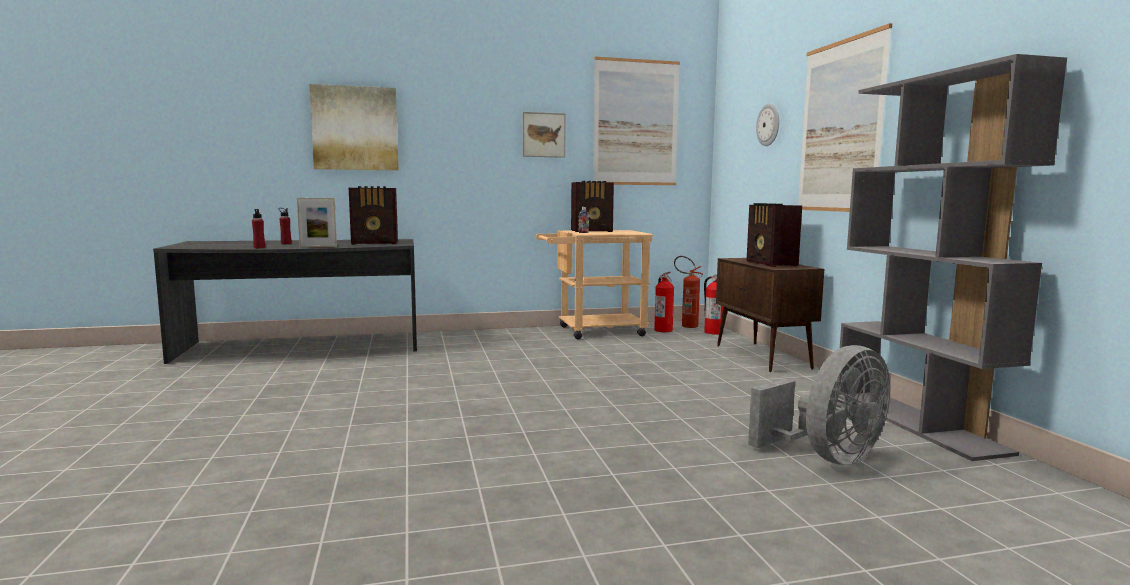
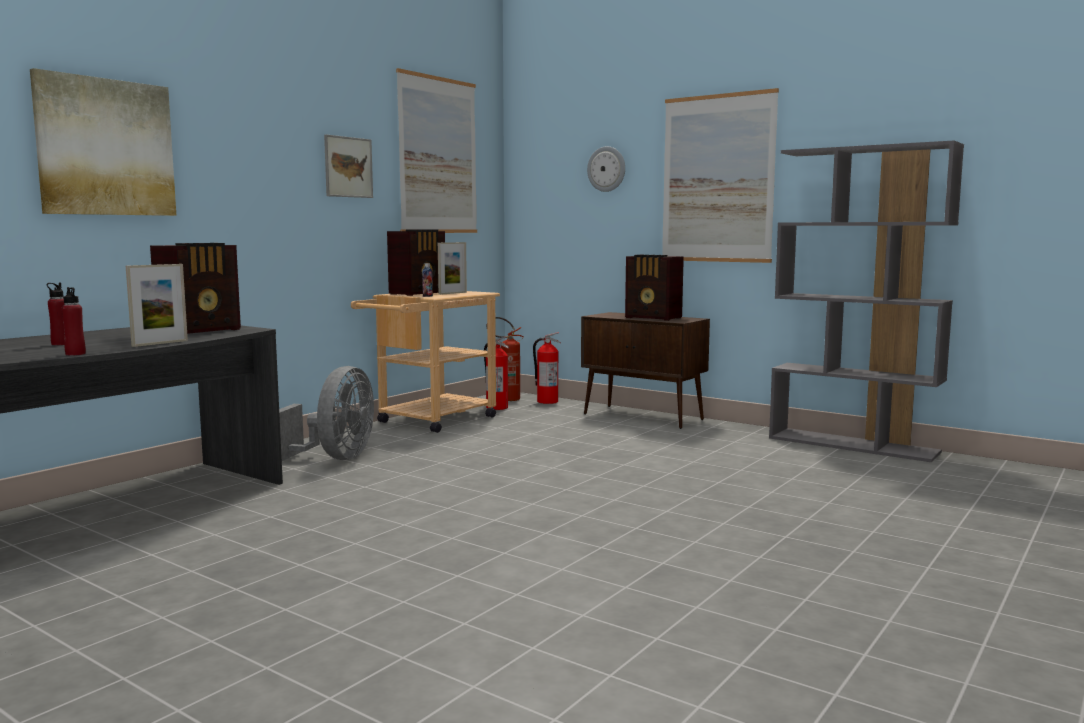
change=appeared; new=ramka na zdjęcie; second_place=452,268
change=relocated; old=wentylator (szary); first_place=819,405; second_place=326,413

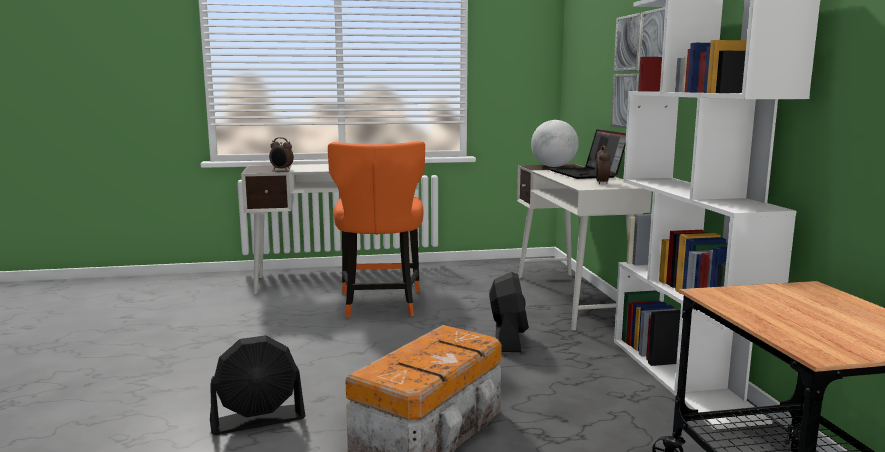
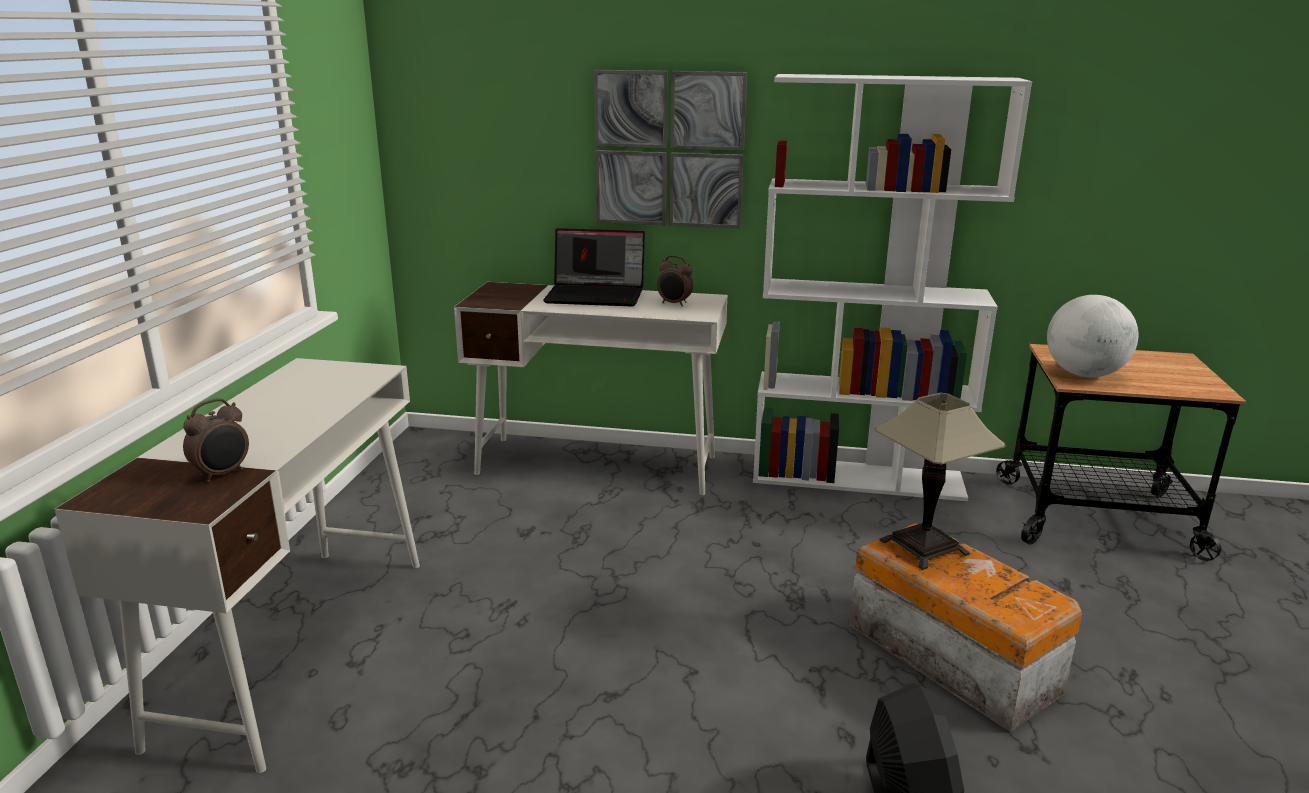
change=missing; old=krzesło (pomarańczowy); first_place=376,229
change=missing; old=wentylator (czarny); first_place=509,312
change=appeared; new=lampa stołowa; second_place=940,481
change=relocated; old=globus; first_place=555,143; second_place=1092,336

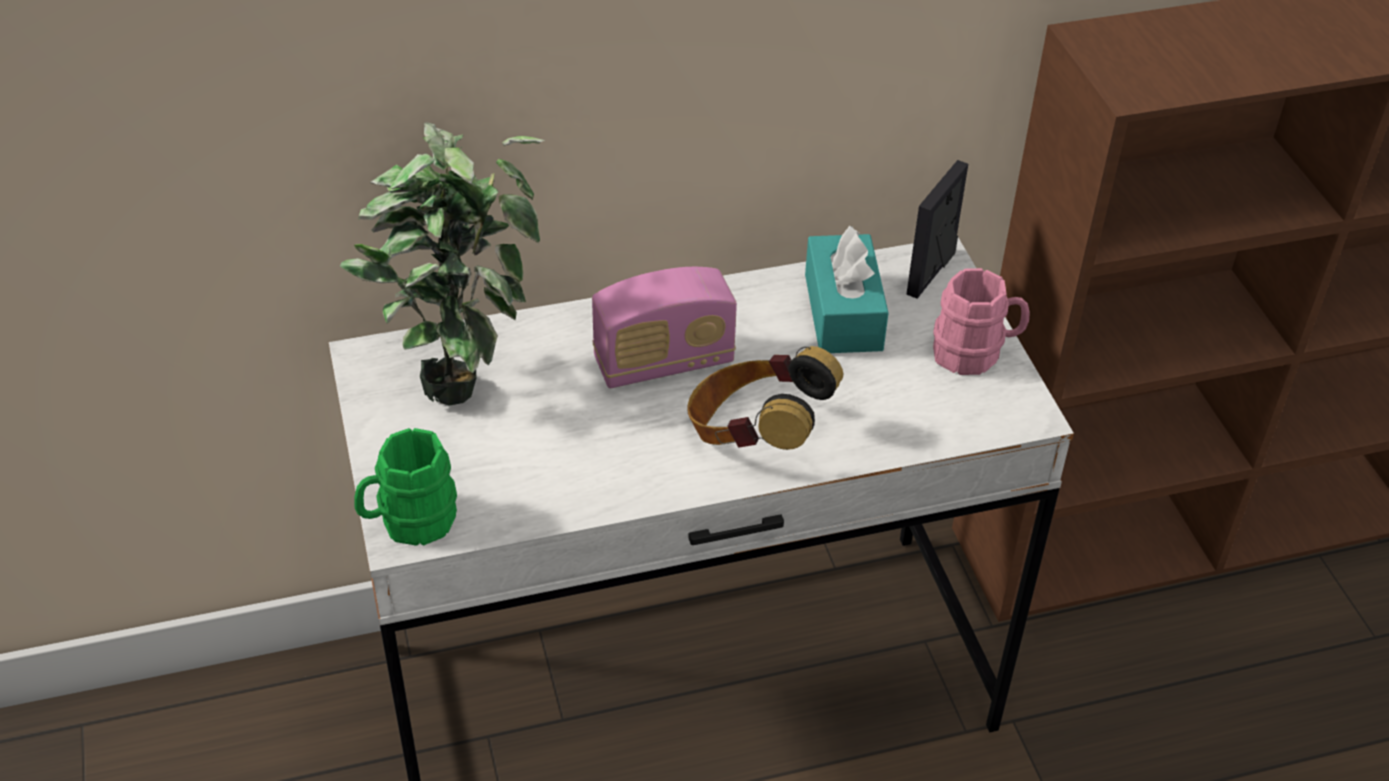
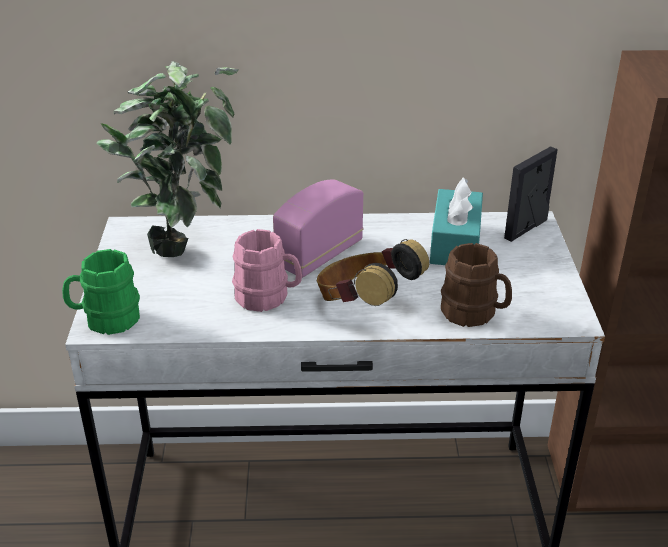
change=appeared; new=kubek (brązowy); second_place=476,285
change=relocated; old=kubek (różowy); first_place=981,321; second_place=267,270
change=spun; old=radio; first_place=664,327; second_place=318,228; degrees=135

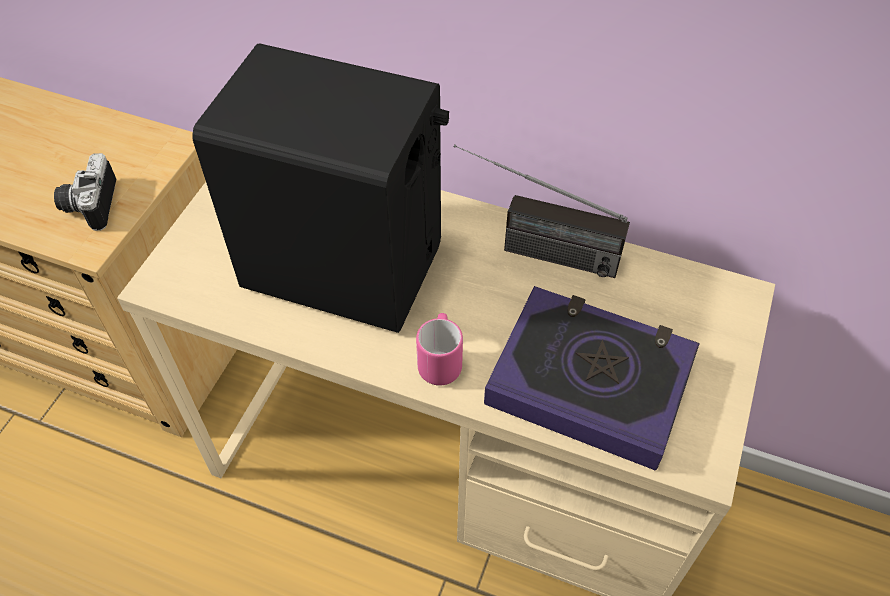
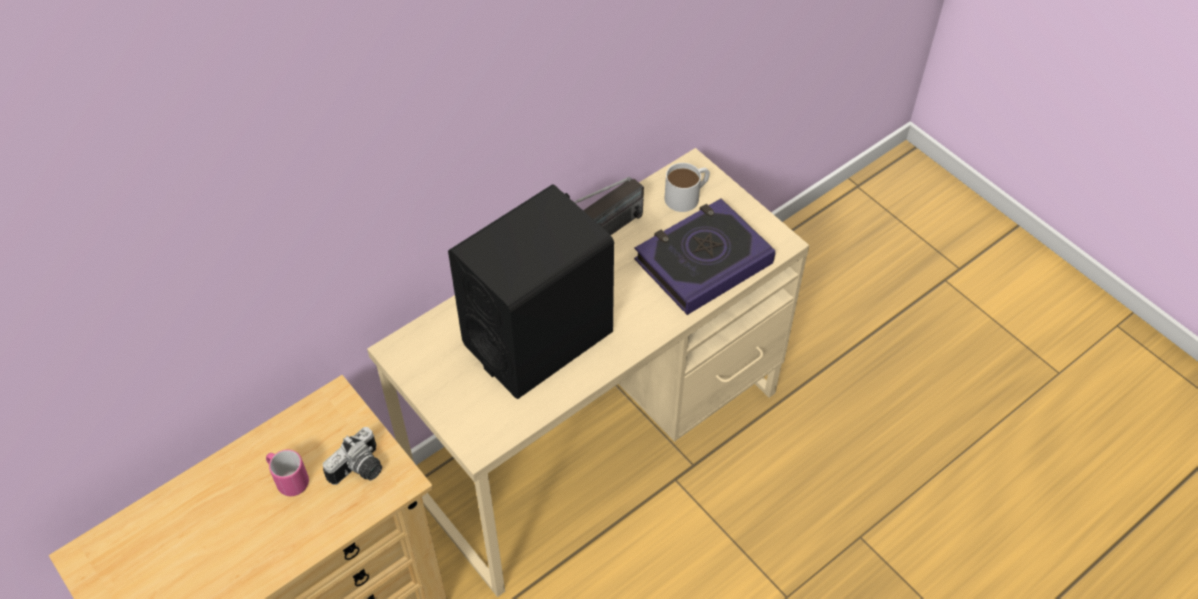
change=appeared; new=kubek (biały); second_place=687,187
change=relocated; old=kubek (różowy); first_place=439,349; second_place=287,473
change=spun; old=aparat fotograficzny; first_place=85,192; second_place=352,456; degrees=-75

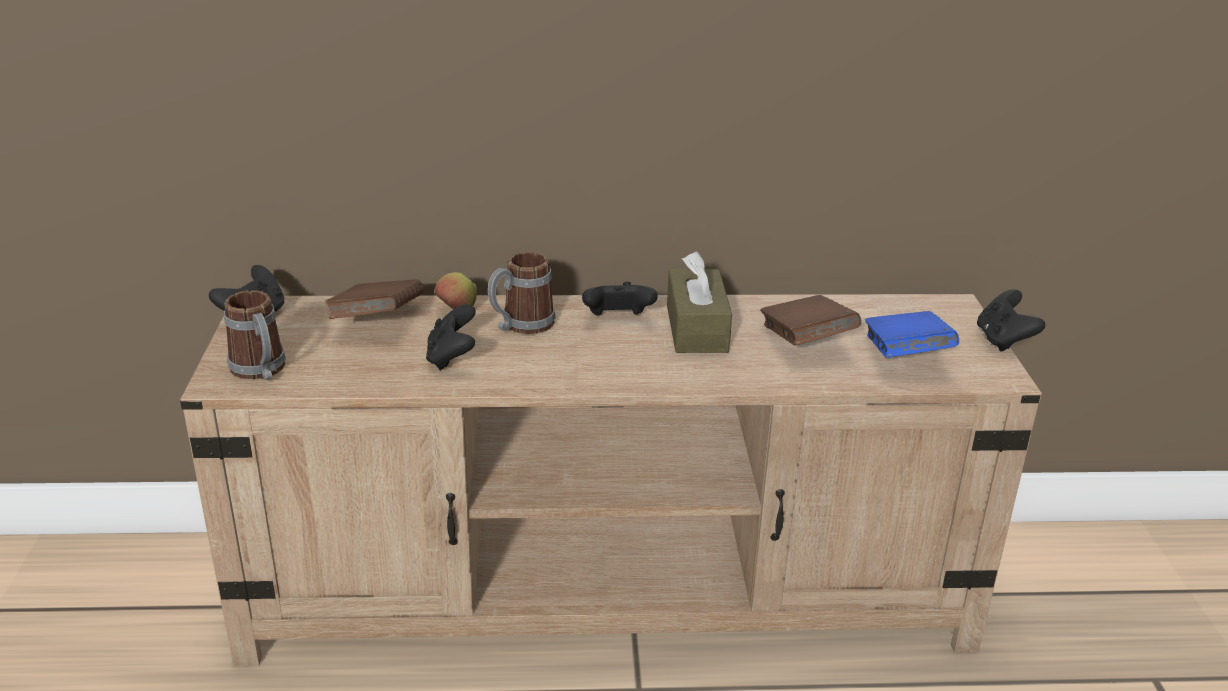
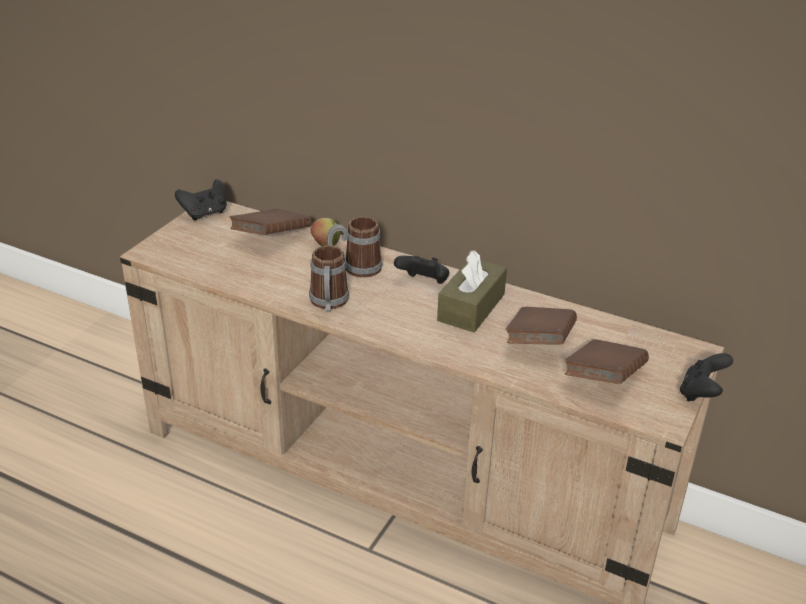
change=missing; old=pad do gier (czarny); first_place=451,337
change=relocated; old=kubek; first_place=255,335; second_place=329,278
change=colour; old=książka (niebieski); new=książka (brązowy); first_place=912,334; second_place=607,361

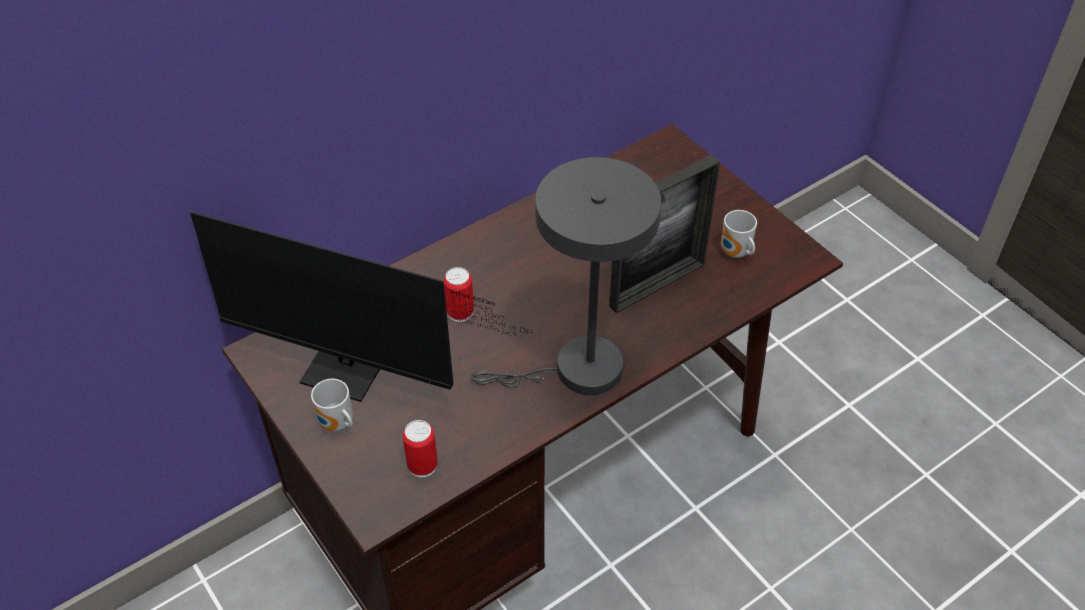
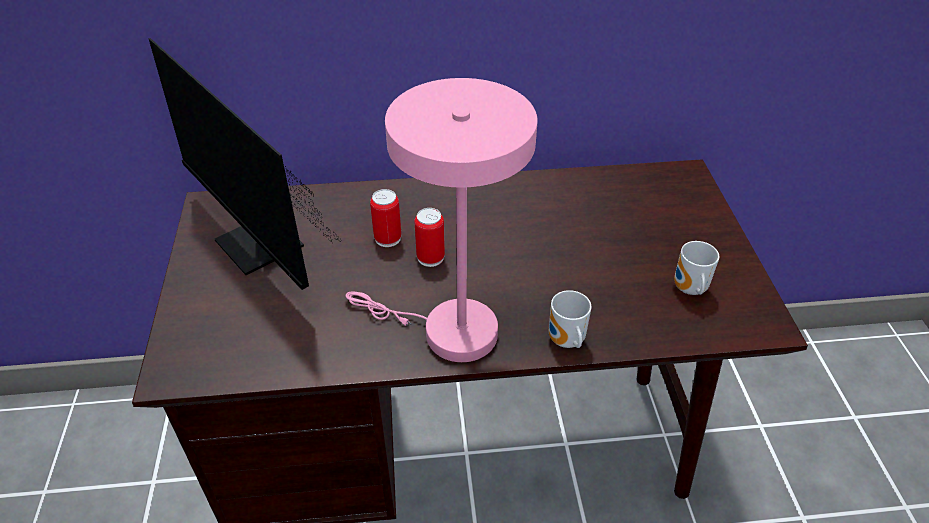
change=missing; old=ramka na zdjęcie; first_place=664,233
change=relocated; old=kubek; first_place=332,405; second_place=570,319
change=relocated; old=puszka; first_place=420,449; second_place=429,237
change=colour; old=lampa stołowa (szary); new=lampa stołowa (różowy); first_place=566,276; second_place=441,220

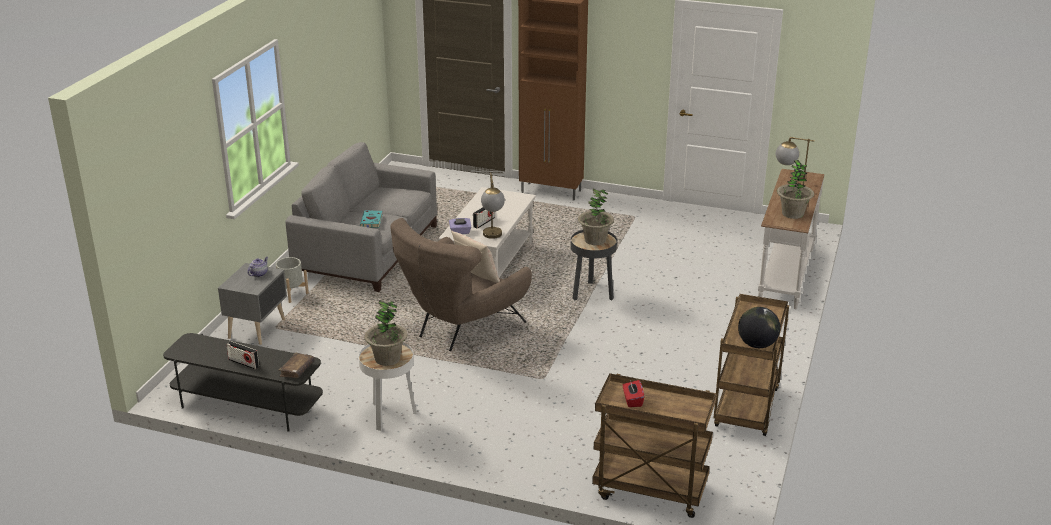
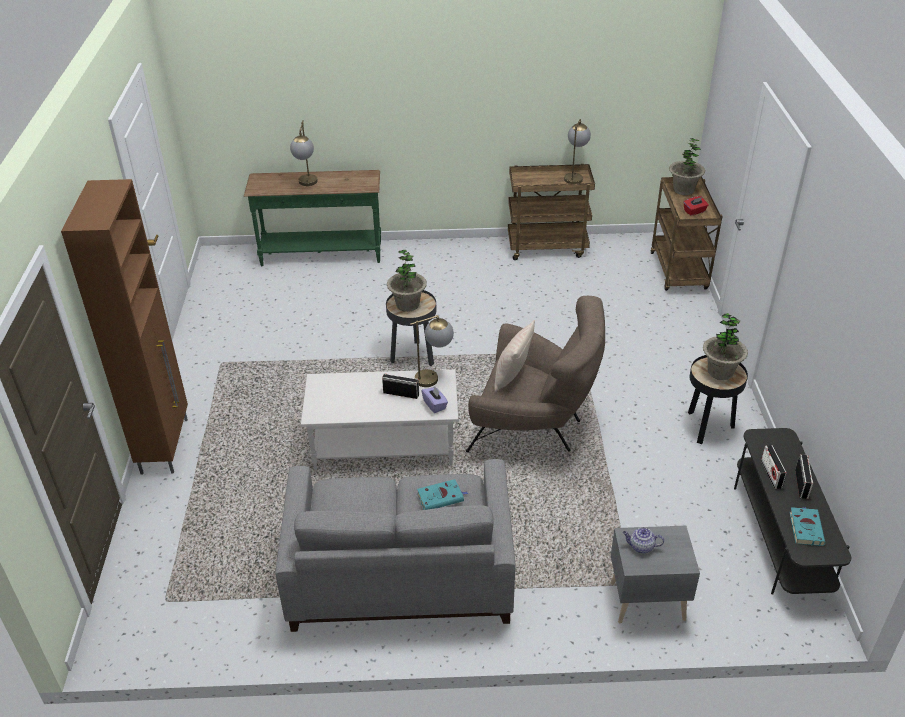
change=missing; old=donica (szary); first_place=292,280
change=missing; old=książka (brązowy); first_place=296,365
change=appeared; new=radio; second_place=774,467
change=appeared; new=książka (turkusowy); second_place=807,526
change=relocated; old=roślina doniczkowa; first_place=795,189; second_place=687,166
change=exchanged; old=globus; new=lampa stołowa; first_place=759,327; second_place=577,151
change=colour; old=stolik (biały); new=stolik (czarny); first_place=388,386; second_place=718,399
change=colour; old=stolik konsolowy (biały); new=stolik konsolowy (zielony); first_place=791,239; second_place=312,218

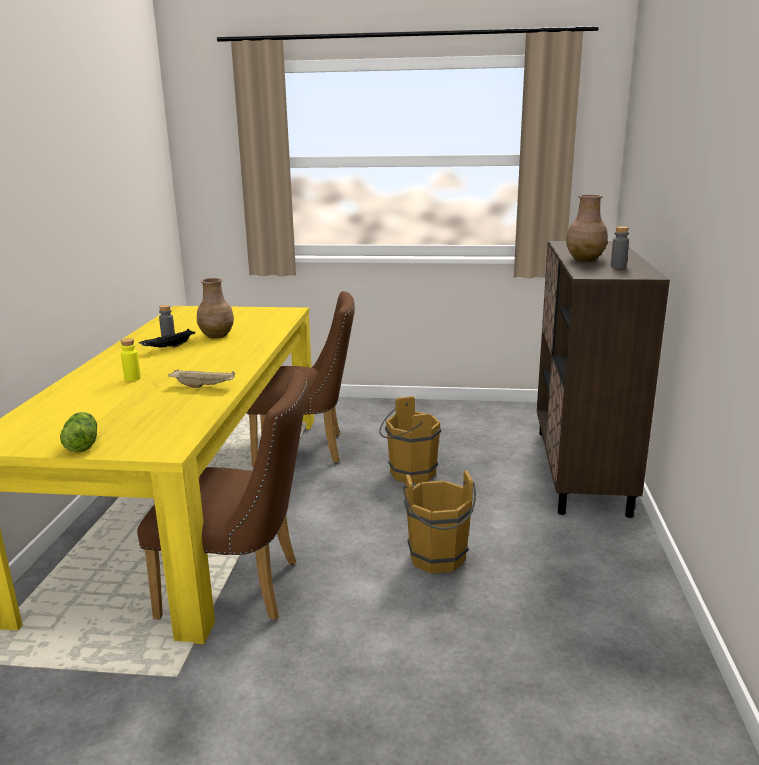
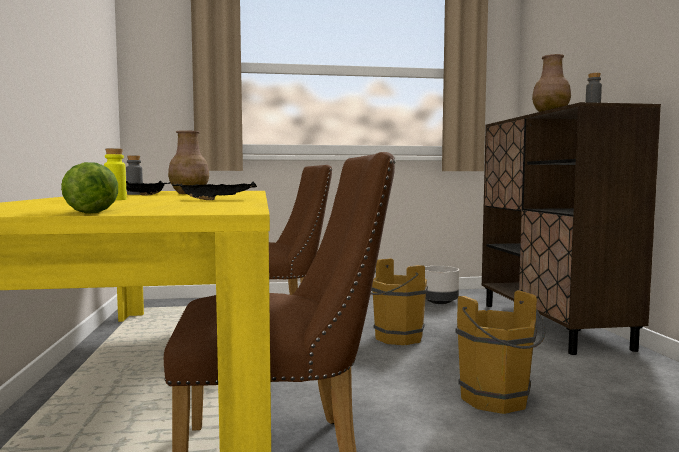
change=appeared; new=donica (szary); second_place=442,285
change=colour; old=taca (beżowy); new=taca (czarny); first_place=201,378; second_place=214,190

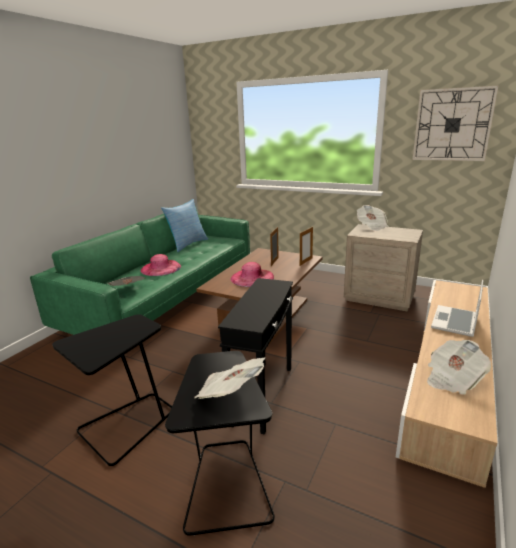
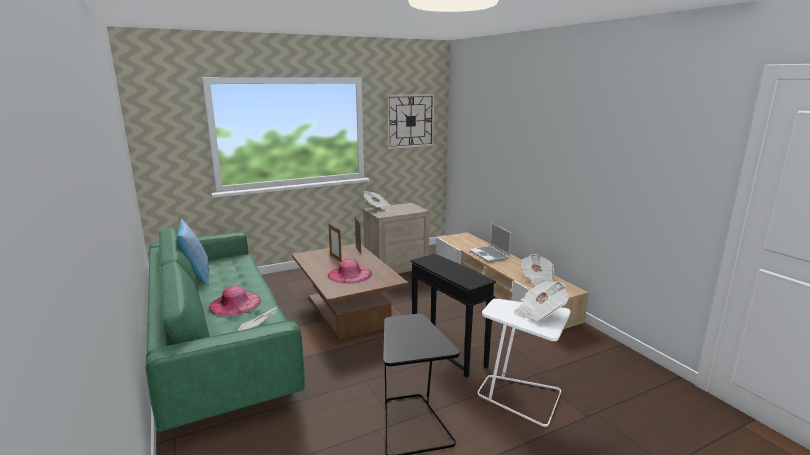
change=colour; old=stolik (czarny); new=stolik (biały); first_place=220,443; second_place=524,363

